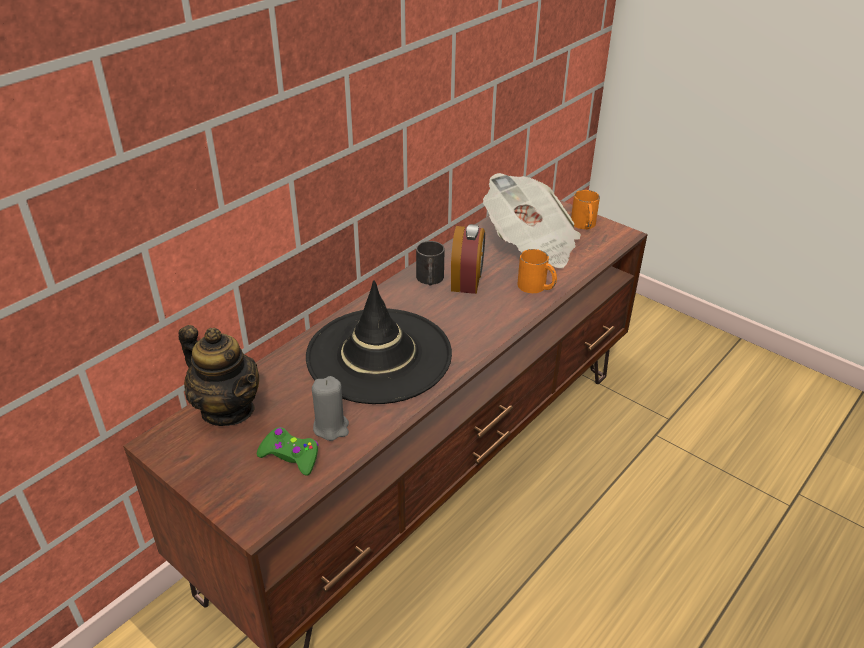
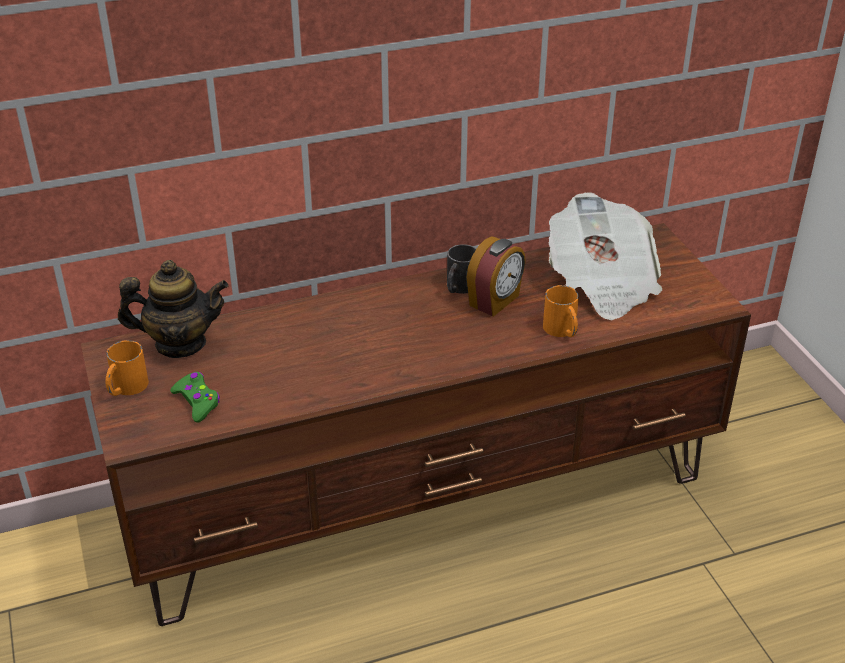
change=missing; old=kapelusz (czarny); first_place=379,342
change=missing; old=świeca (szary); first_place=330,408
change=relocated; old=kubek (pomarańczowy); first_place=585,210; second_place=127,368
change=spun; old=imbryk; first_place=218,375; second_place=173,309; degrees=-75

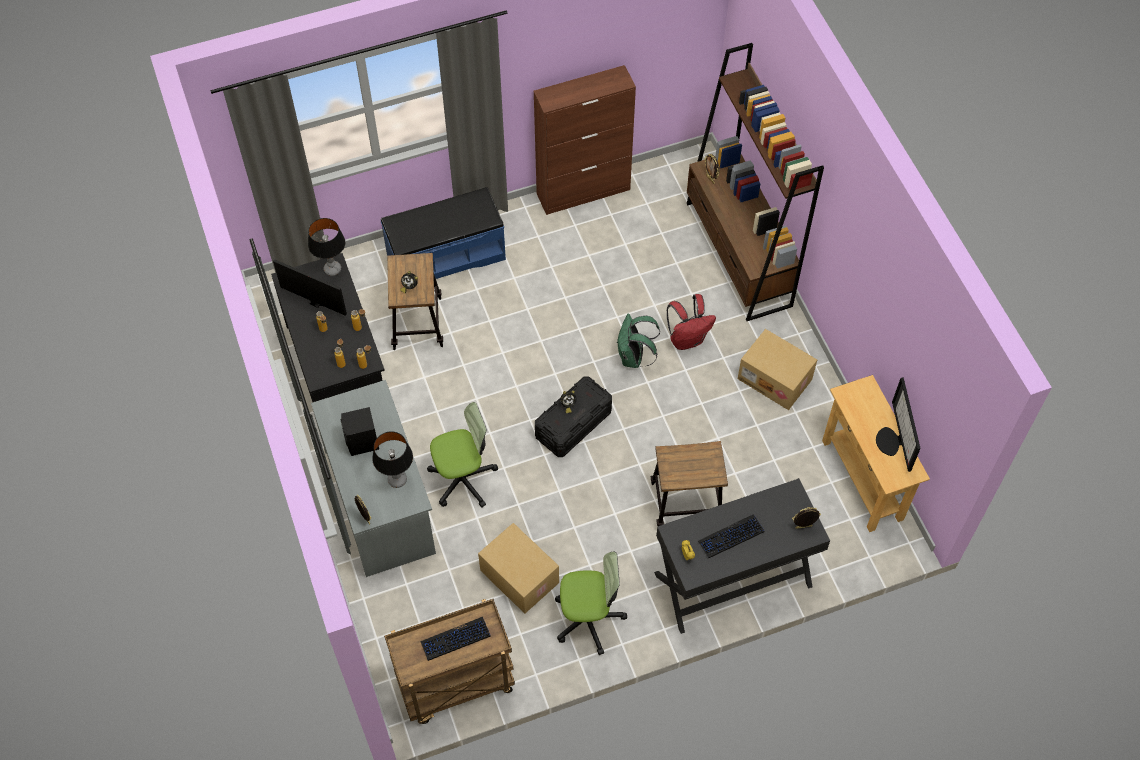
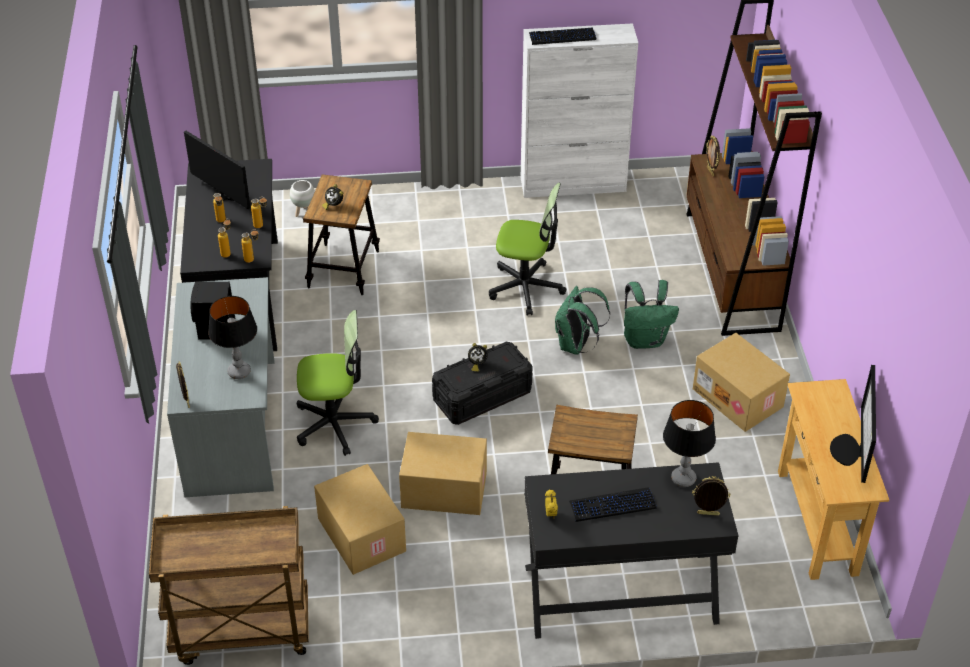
change=missing; old=ławka (niebieski); first_place=443,233
change=appeared; new=donica (biały); second_place=302,198
change=appeared; new=karton; second_place=443,473
change=relocated; old=lampa stołowa; first_place=326,247; second_place=689,443
change=relocated; old=klawiatura; first_place=455,639; second_place=562,36
change=relocated; old=krzesło biurowe; first_place=591,603; second_place=527,249
change=colour; old=szafka (brązowy); new=szafka (biały); first_place=585,140; second_place=579,110
change=colour; old=plecak (czerwony); new=plecak (zielony); first_place=691,322; second_place=651,314

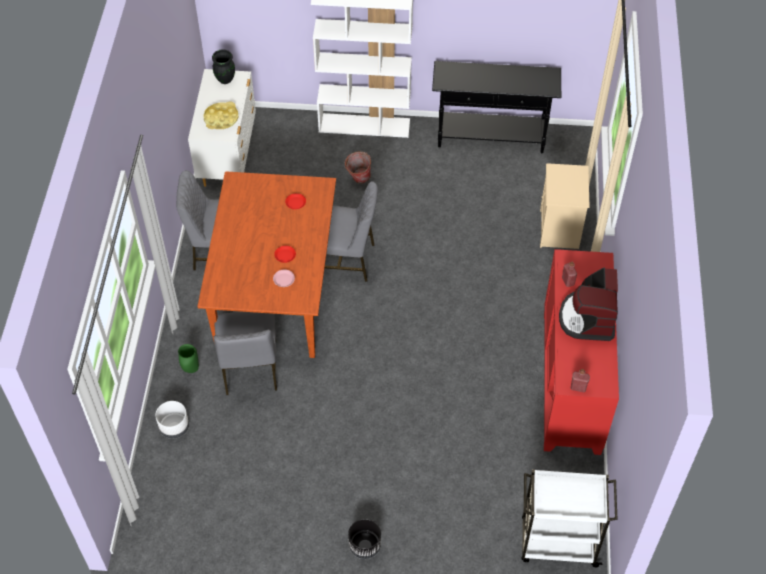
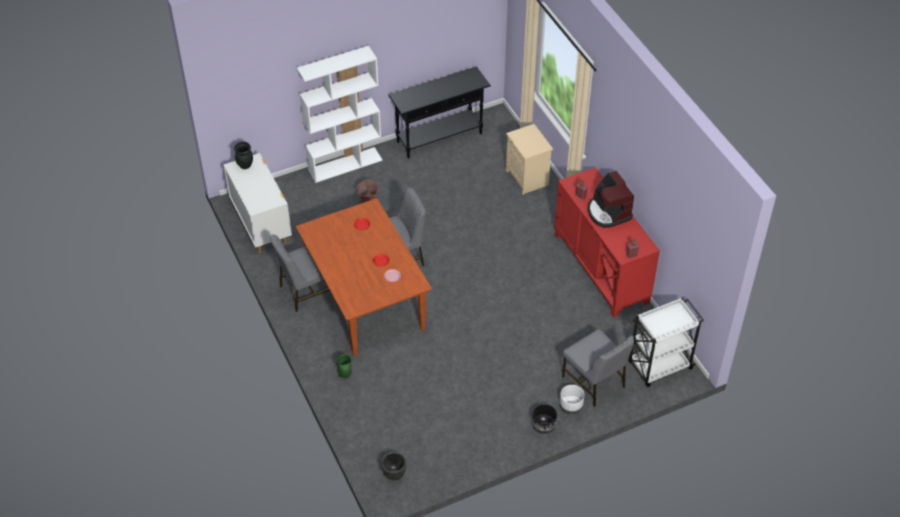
change=missing; old=taca (żółty); first_place=221,115
change=appeared; new=donica (czarny); second_place=393,466
change=relocated; old=donica (biały); first_place=172,420; second_place=572,399
change=relocated; old=krzesło (szary); first_place=245,353; second_place=598,368

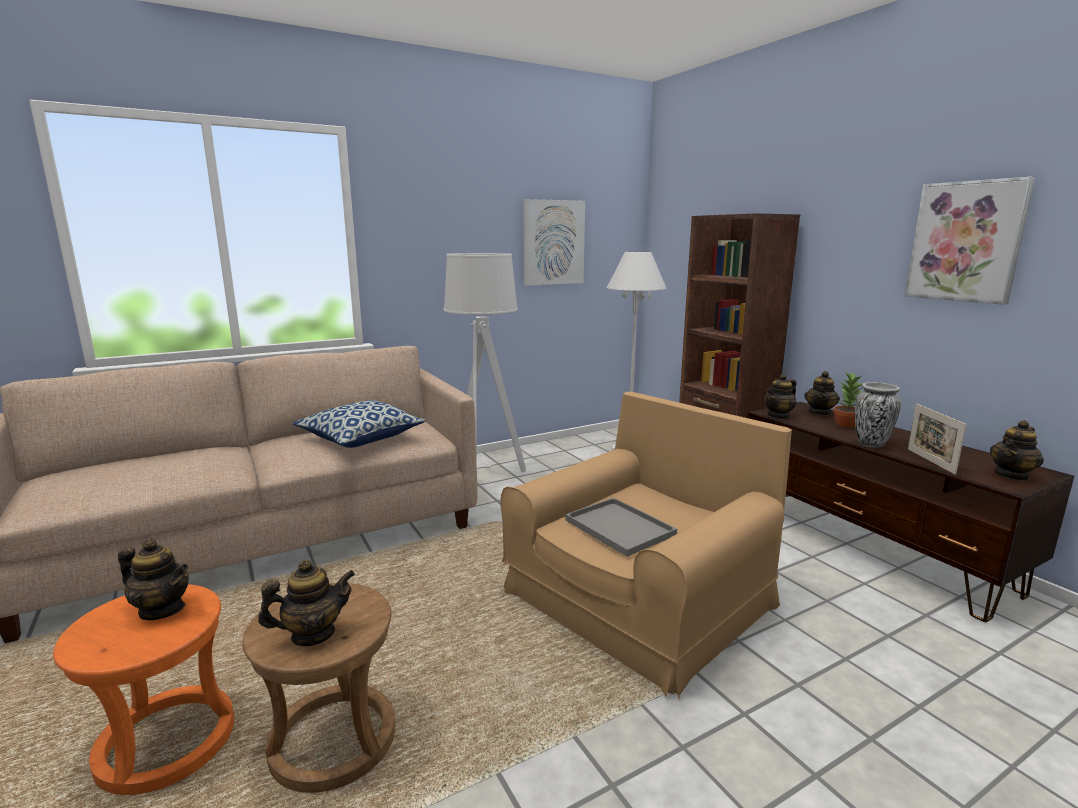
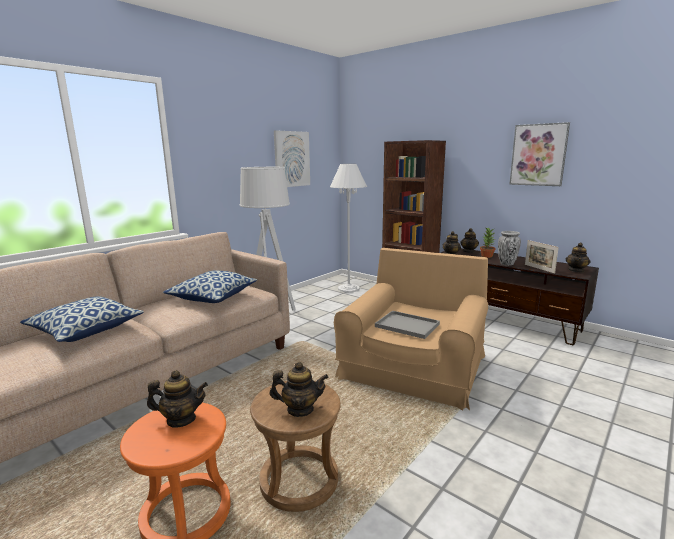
change=appeared; new=poduszka; second_place=82,319
change=spun; old=imbryk; first_place=306,602; second_place=299,389; degrees=45

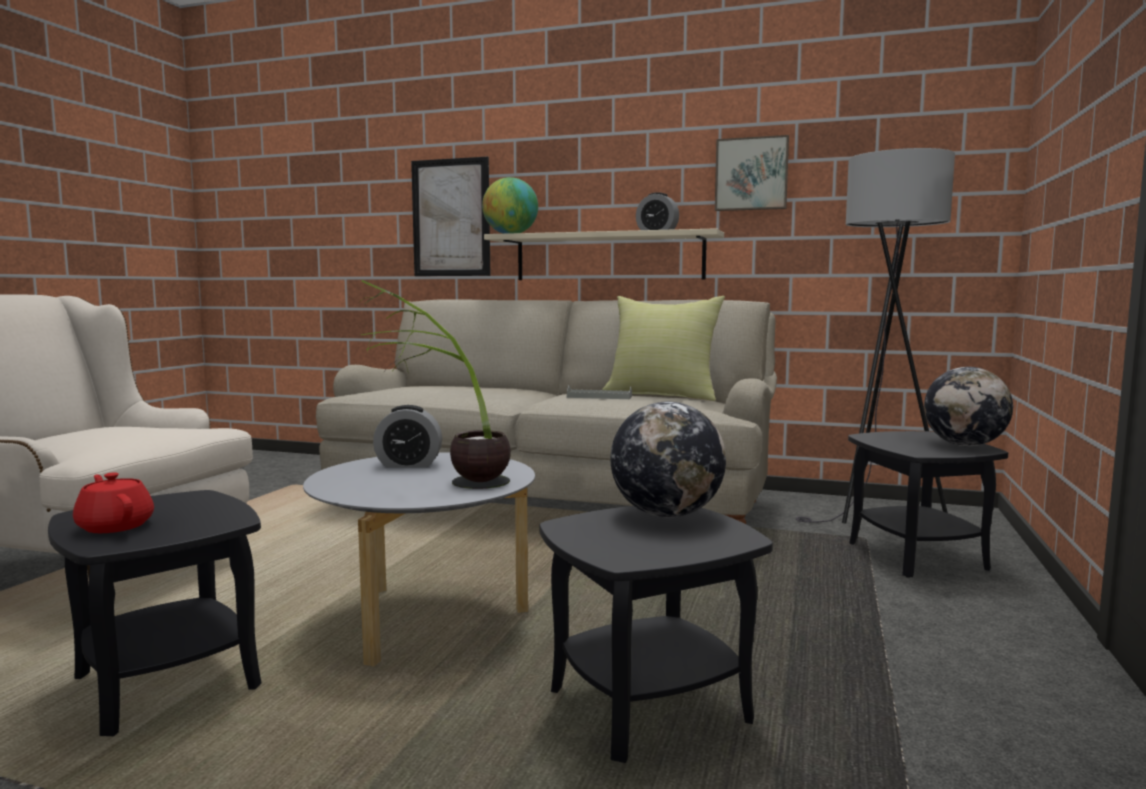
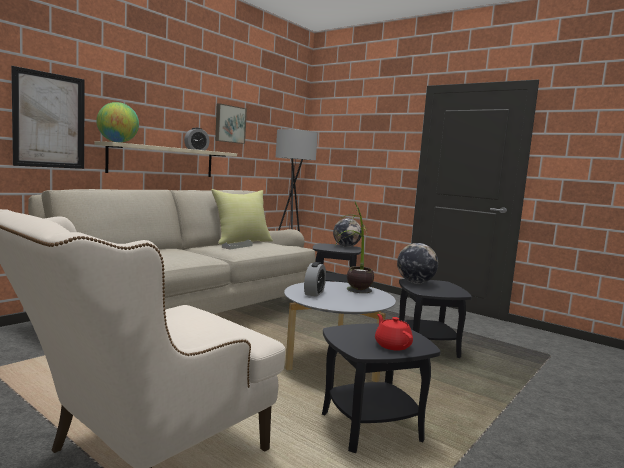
change=spun; old=imbryk (czerwony); first_place=113,502; second_place=394,332; degrees=90

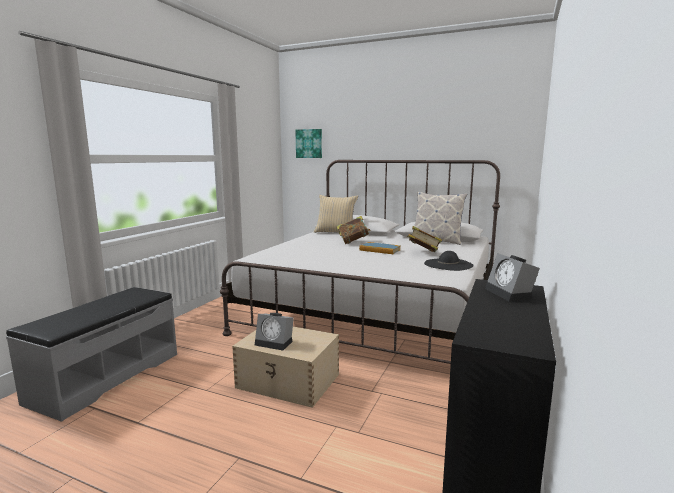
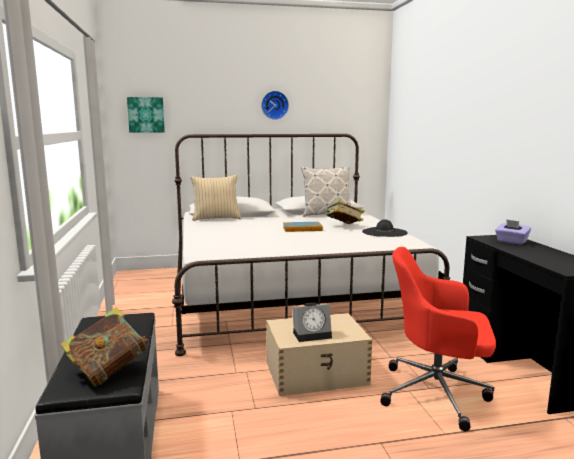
change=appeared; new=zegar ścienny; second_place=275,105
change=appeared; new=krzesło biurowe (czerwony); second_place=438,339
change=relocated; old=książka; first_place=353,230; second_place=104,347
change=exchanged; old=budzik; new=pudełko chusteczek (fioletowy); first_place=512,277; second_place=513,232

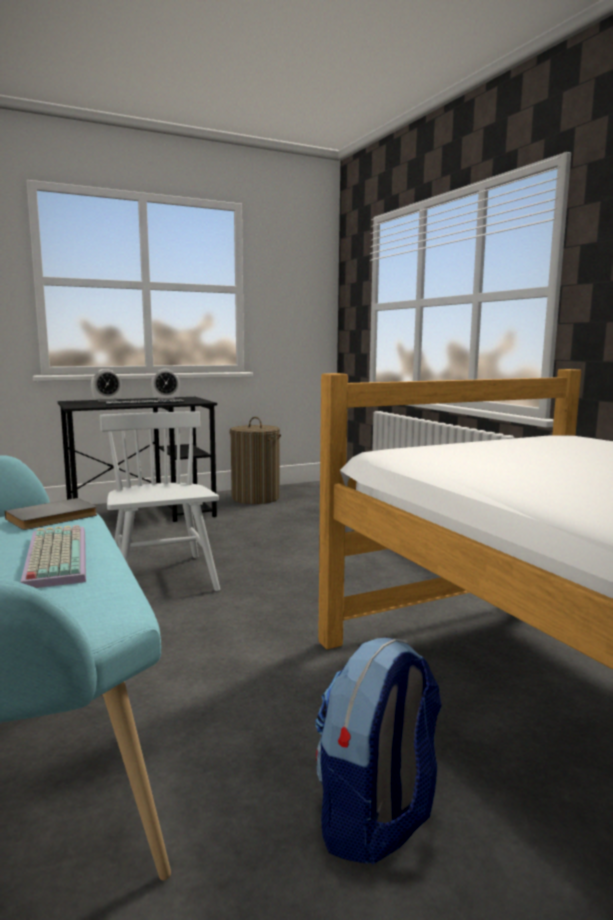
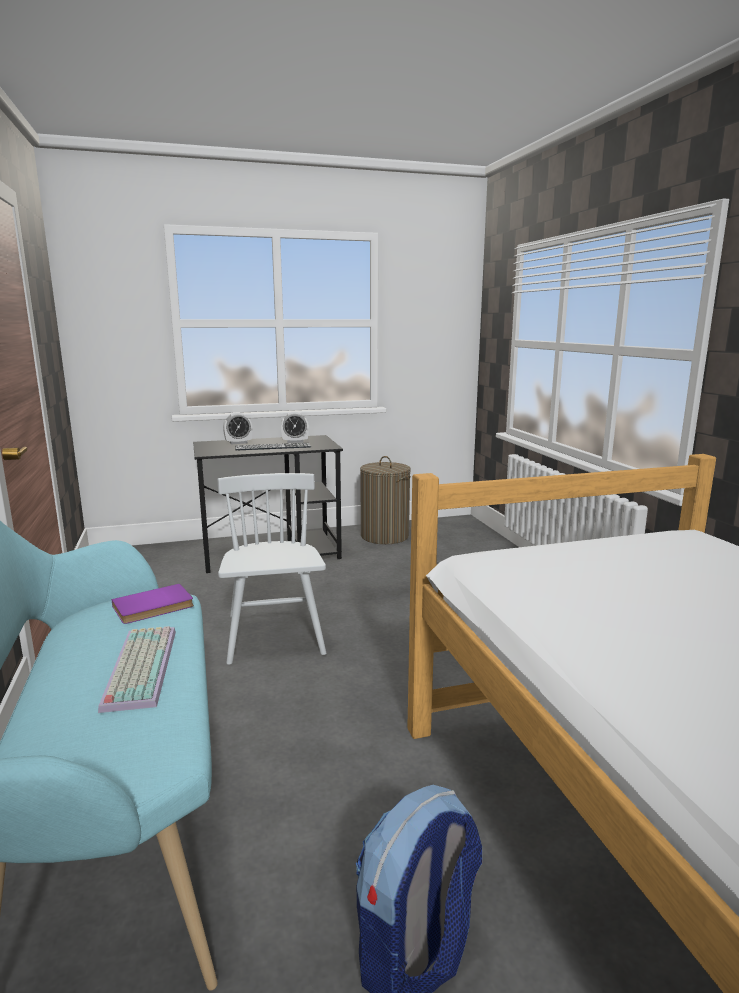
change=colour; old=książka (szary); new=książka (fioletowy); first_place=51,514; second_place=153,604

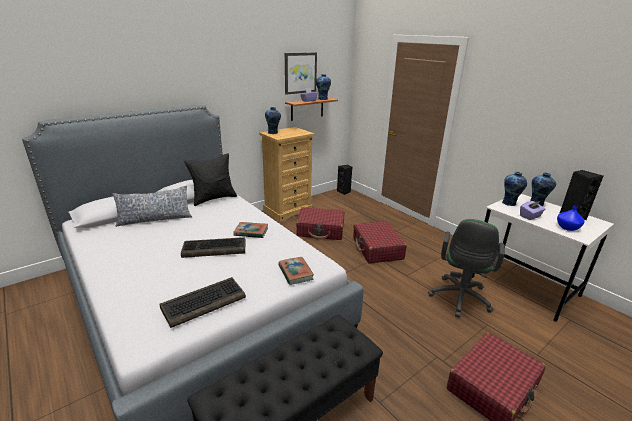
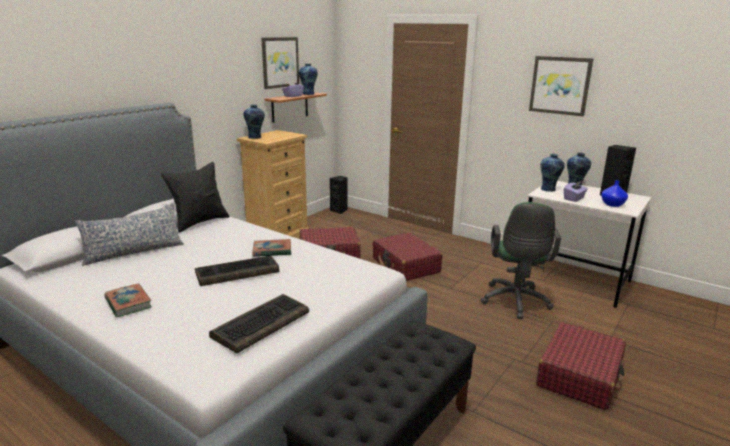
change=appeared; new=obraz; second_place=561,86
change=relocated; old=książka; first_place=296,271; second_place=128,300

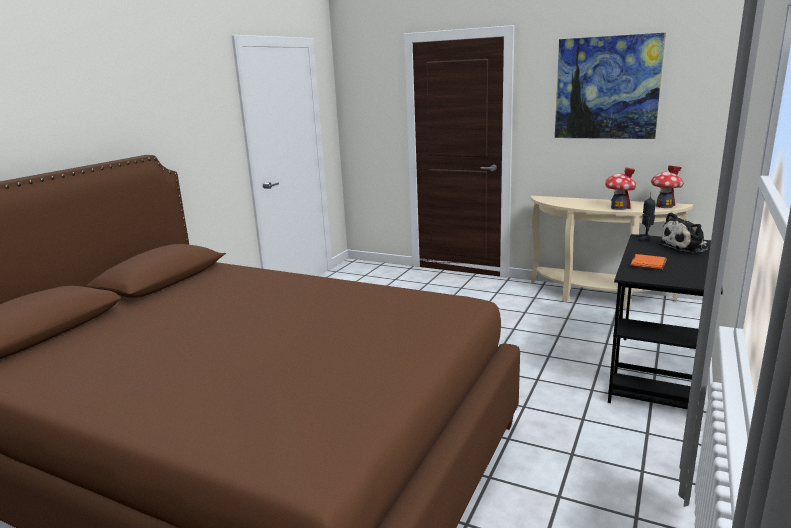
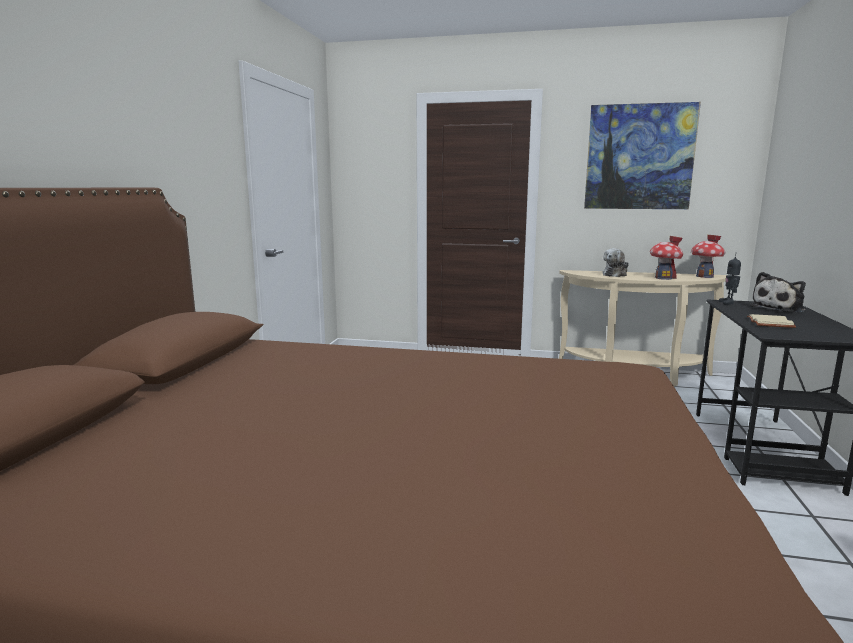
change=appeared; new=pluszak; second_place=615,262
change=colour; old=książka (pomarańczowy); new=książka (beżowy); first_place=648,262; second_place=771,321

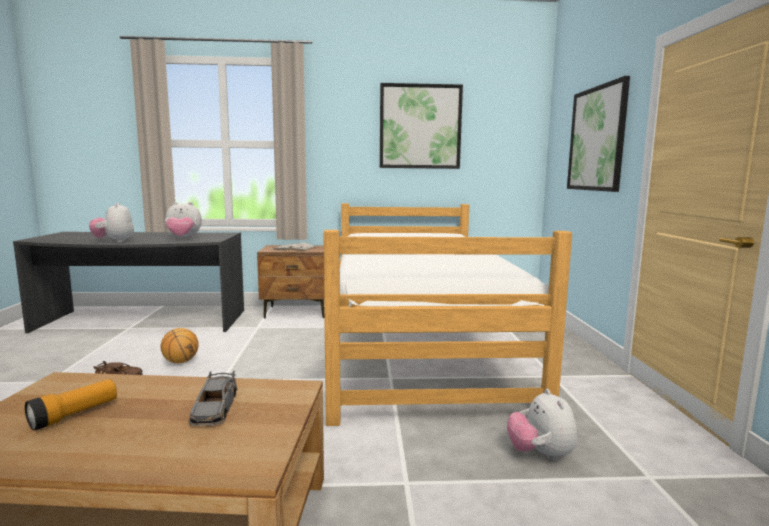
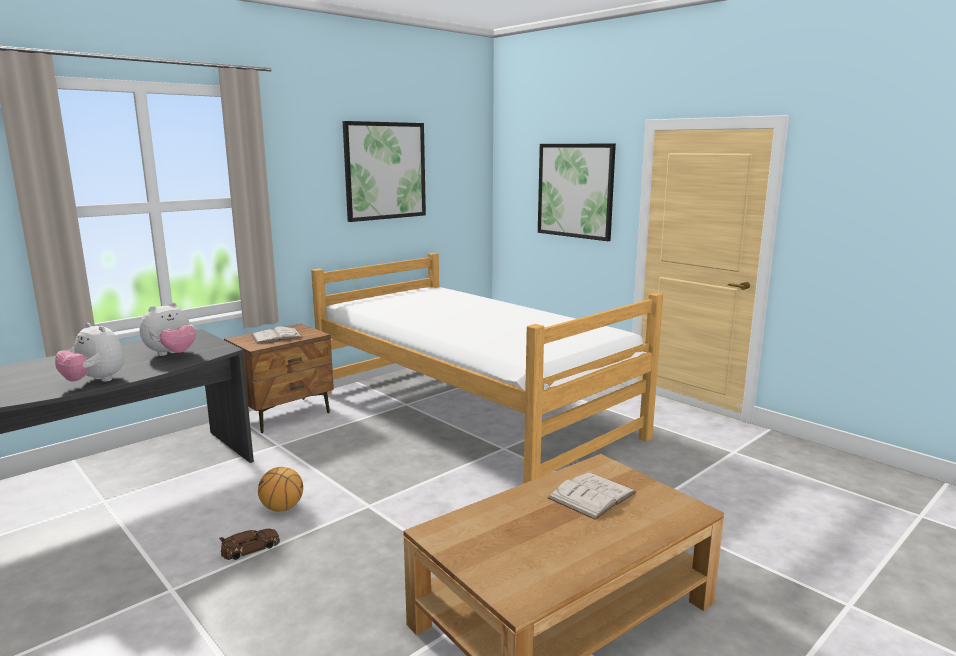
change=missing; old=latarka; first_place=71,405
change=missing; old=pluszak; first_place=542,425
change=exchanged; old=samochodzik (szary); new=książka (biały); first_place=213,398; second_place=592,496

